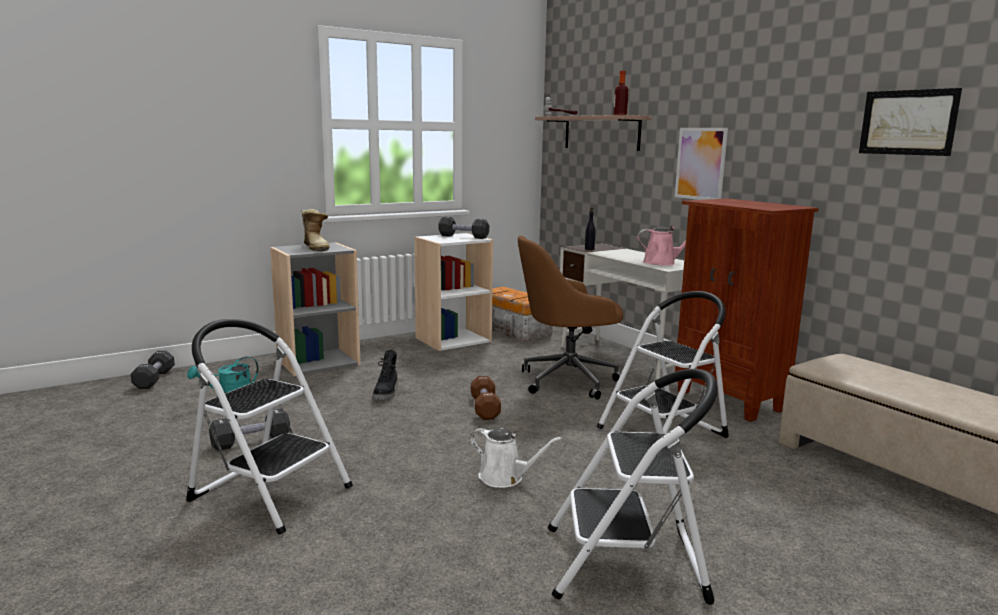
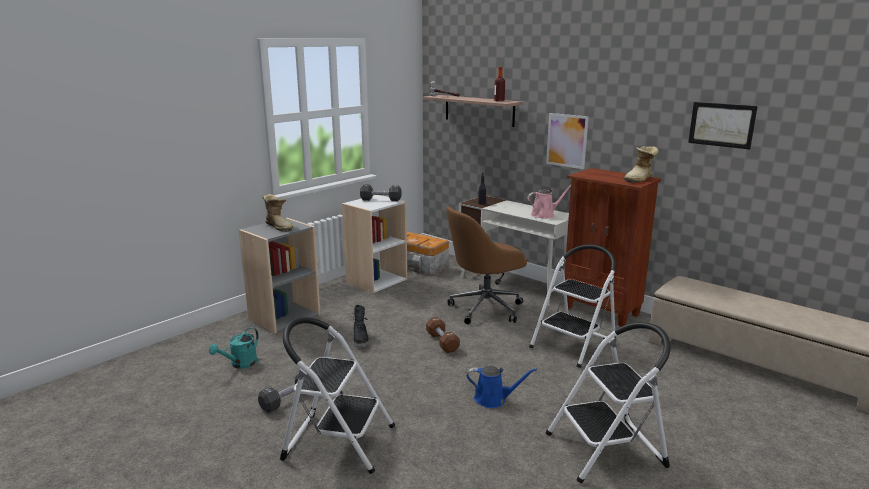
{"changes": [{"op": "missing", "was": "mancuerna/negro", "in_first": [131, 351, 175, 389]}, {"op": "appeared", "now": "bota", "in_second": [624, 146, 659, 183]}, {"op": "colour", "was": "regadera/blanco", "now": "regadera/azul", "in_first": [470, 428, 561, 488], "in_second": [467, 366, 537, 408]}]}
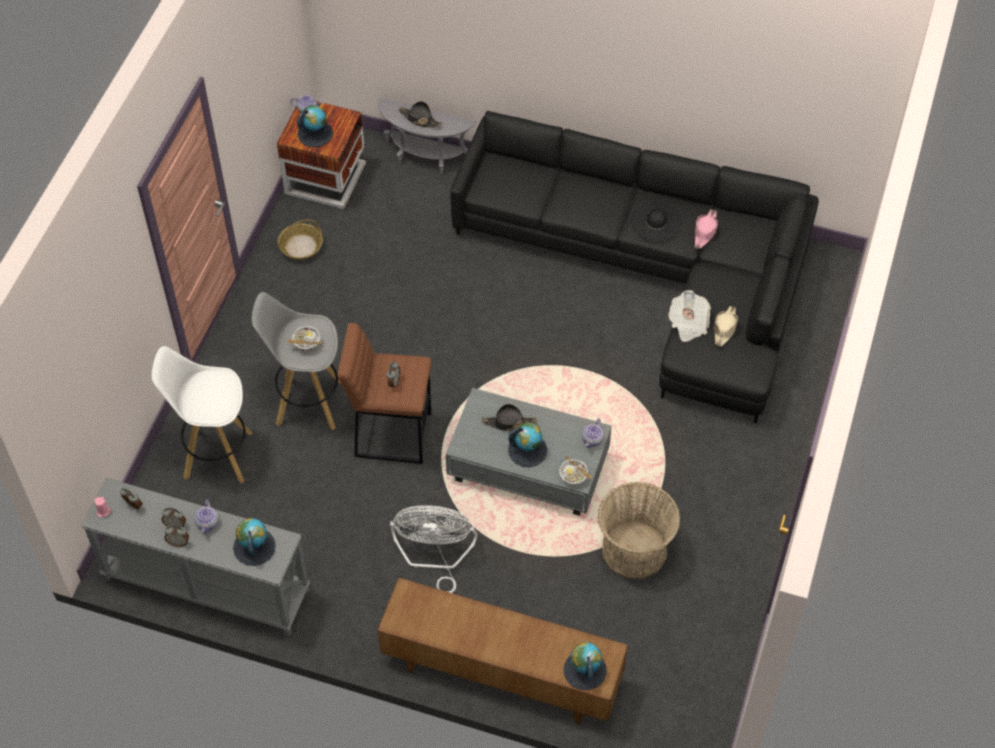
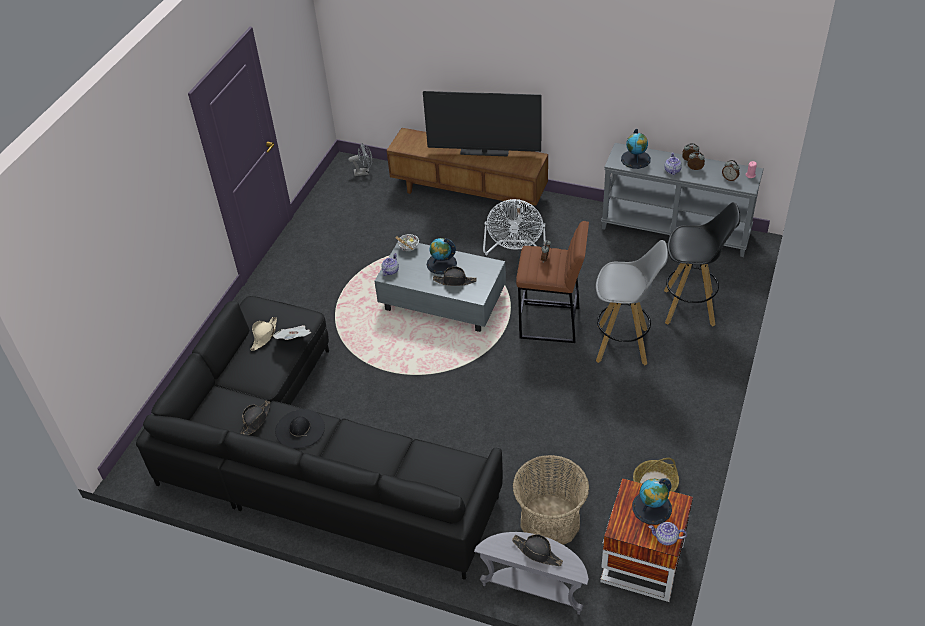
{"changes": [{"op": "missing", "was": "cuenco", "in_first": [287, 326, 322, 351]}, {"op": "missing", "was": "globo terráqueo", "in_first": [564, 642, 606, 690]}, {"op": "appeared", "now": "ventilador/gris", "in_second": [348, 143, 372, 176]}, {"op": "appeared", "now": "televisor", "in_second": [423, 91, 542, 156]}, {"op": "relocated", "was": "cesta", "in_first": [598, 482, 680, 579], "in_second": [513, 455, 589, 545]}, {"op": "colour", "was": "taburete/blanco", "now": "taburete/negro", "in_first": [152, 346, 253, 483], "in_second": [664, 202, 740, 326]}, {"op": "colour", "was": "sombrero/rosa", "now": "sombrero/negro", "in_first": [695, 210, 718, 249], "in_second": [240, 400, 271, 435]}]}
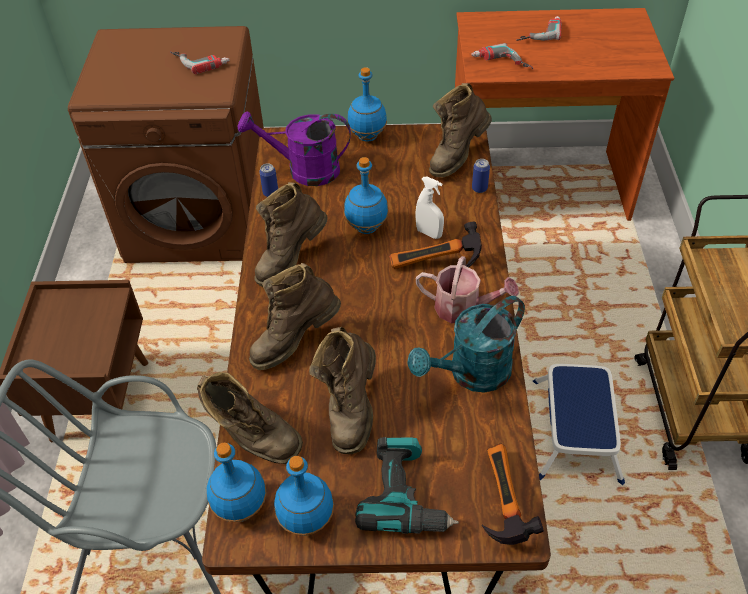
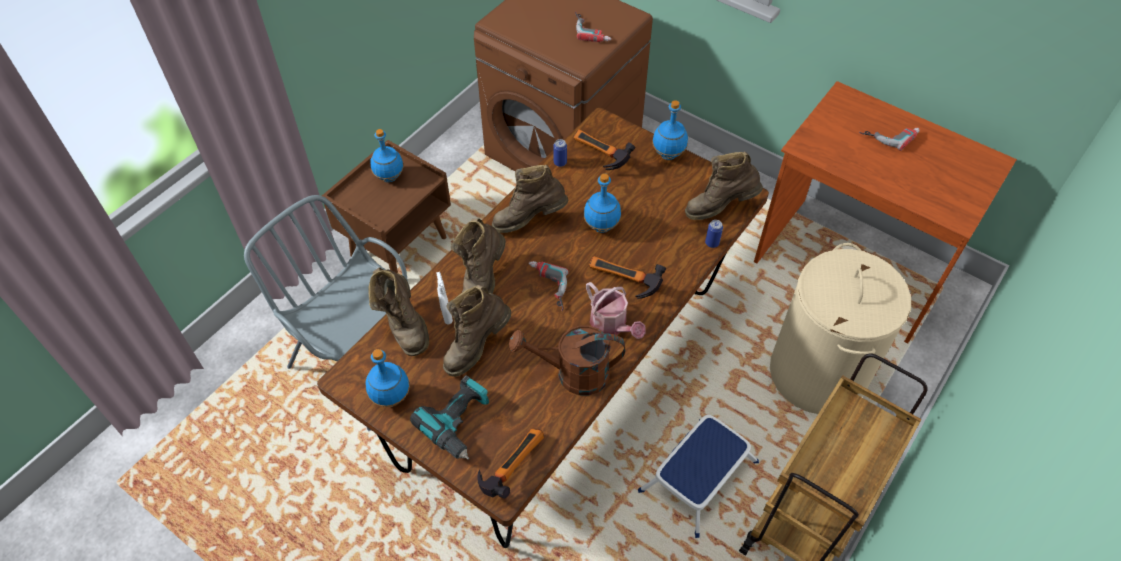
{"changes": [{"op": "appeared", "now": "cesto de la ropa/beis", "in_second": [770, 243, 911, 414]}, {"op": "relocated", "was": "botella/azul", "in_first": [207, 443, 267, 522], "in_second": [370, 129, 404, 182]}, {"op": "relocated", "was": "pulverizador/blanco", "in_first": [415, 176, 444, 239], "in_second": [436, 272, 453, 324]}, {"op": "relocated", "was": "taladro", "in_first": [471, 43, 533, 69], "in_second": [529, 261, 569, 311]}, {"op": "exchanged", "was": "regadera/morado", "now": "martillo", "in_first": [238, 111, 351, 186], "in_second": [573, 129, 636, 170]}, {"op": "colour", "was": "regadera/turquesa", "now": "regadera/marrón", "in_first": [407, 296, 525, 393], "in_second": [509, 326, 625, 396]}, {"op": "spun", "was": "bota/marrón", "in_first": [249, 263, 341, 370], "in_second": [451, 218, 505, 294], "clockwise": -75}]}
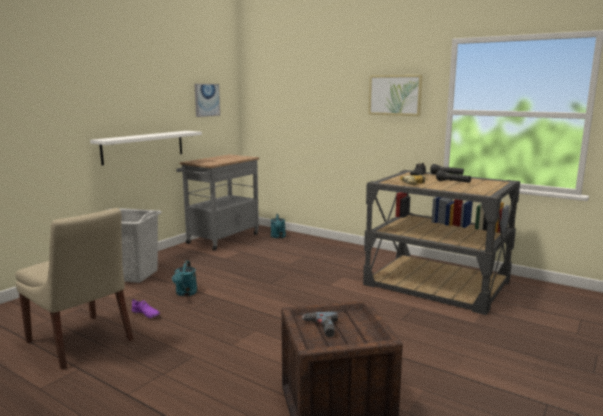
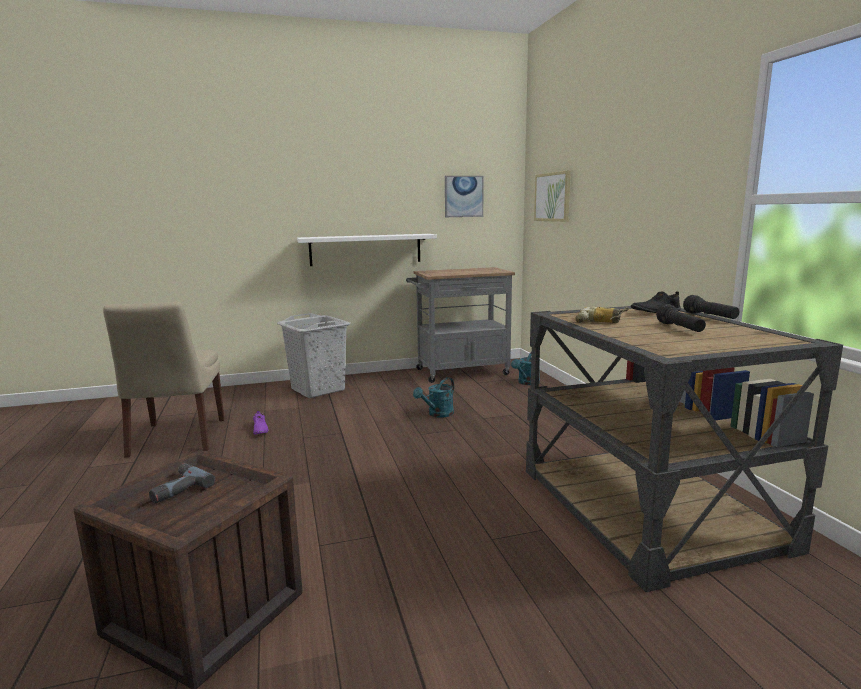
{"changes": [{"op": "relocated", "was": "regadera/turquesa", "in_first": [172, 261, 197, 296], "in_second": [413, 377, 454, 418]}, {"op": "relocated", "was": "cuadro", "in_first": [369, 75, 423, 116], "in_second": [534, 170, 571, 222]}]}
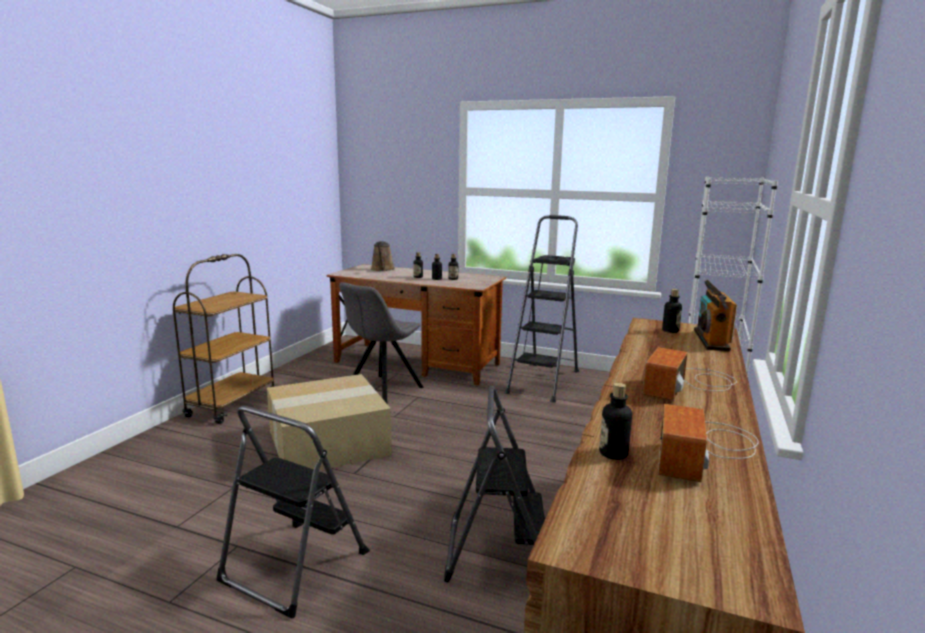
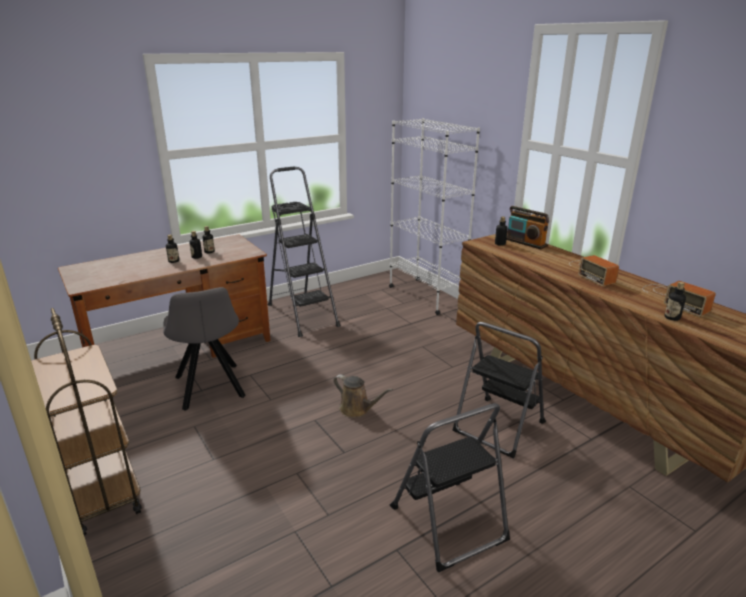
{"changes": [{"op": "missing", "was": "caja de cartón", "in_first": [267, 374, 392, 470]}, {"op": "relocated", "was": "regadera/marrón", "in_first": [371, 241, 395, 271], "in_second": [333, 374, 393, 418]}]}
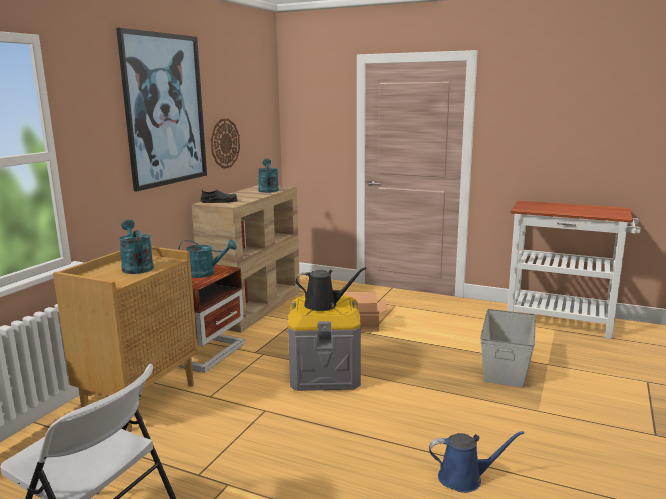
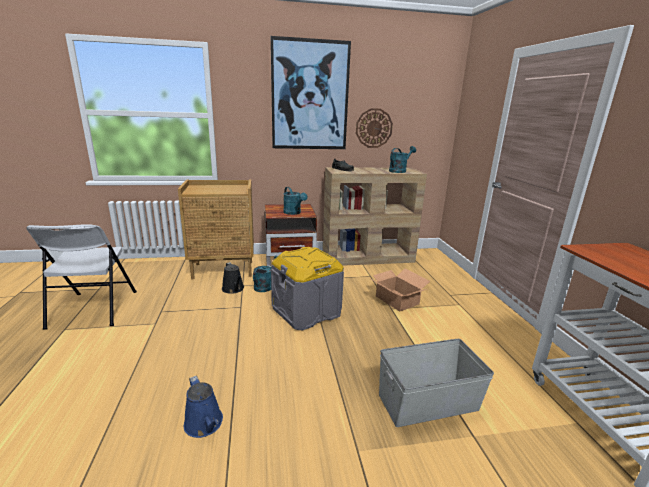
{"changes": [{"op": "relocated", "was": "regadera/turquesa", "in_first": [119, 220, 154, 274], "in_second": [253, 256, 278, 292]}, {"op": "relocated", "was": "regadera/negro", "in_first": [295, 267, 366, 311], "in_second": [222, 262, 244, 294]}]}
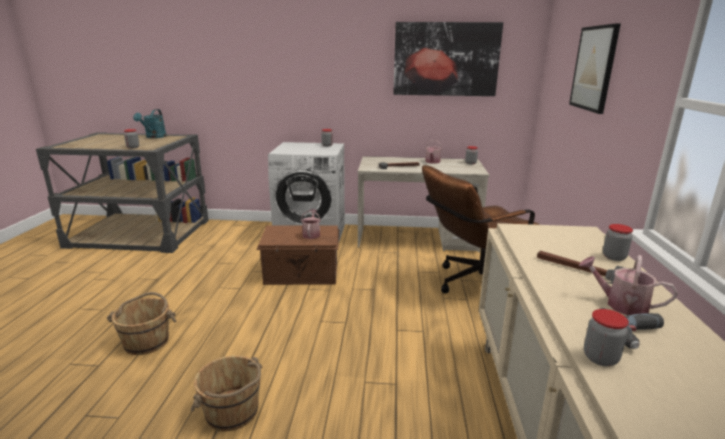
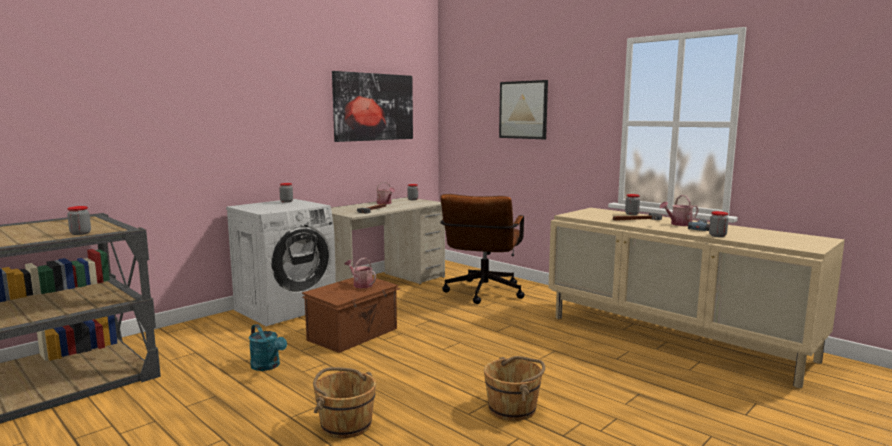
{"changes": [{"op": "relocated", "was": "regadera/turquesa", "in_first": [133, 109, 167, 138], "in_second": [249, 324, 287, 371]}]}
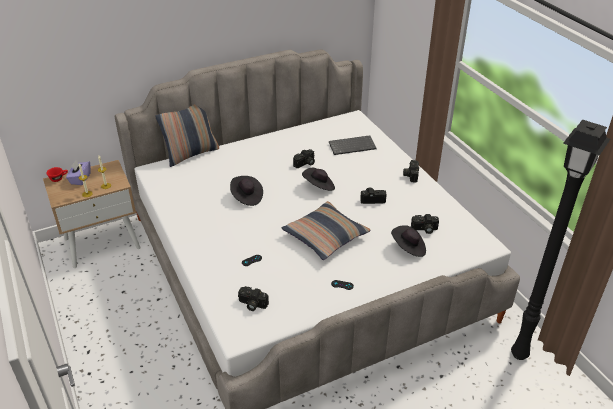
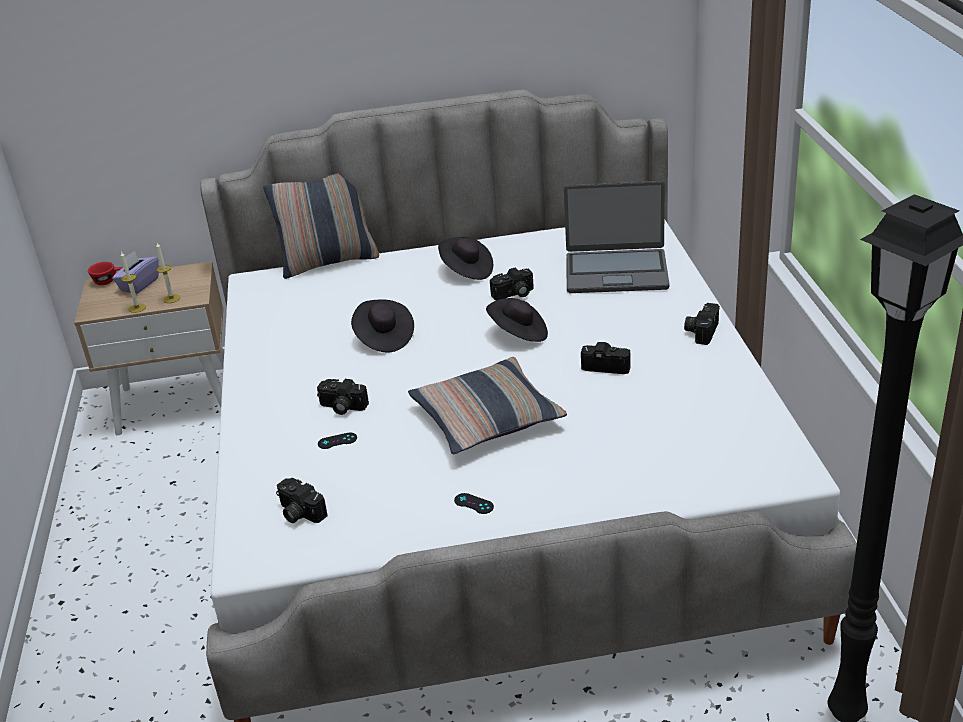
{"changes": [{"op": "relocated", "was": "sombrero/negro", "in_first": [391, 225, 426, 257], "in_second": [438, 237, 493, 280]}, {"op": "relocated", "was": "cámara", "in_first": [411, 214, 439, 234], "in_second": [317, 379, 369, 415]}, {"op": "exchanged", "was": "teclado", "now": "portátil", "in_first": [329, 135, 377, 155], "in_second": [564, 181, 670, 293]}]}
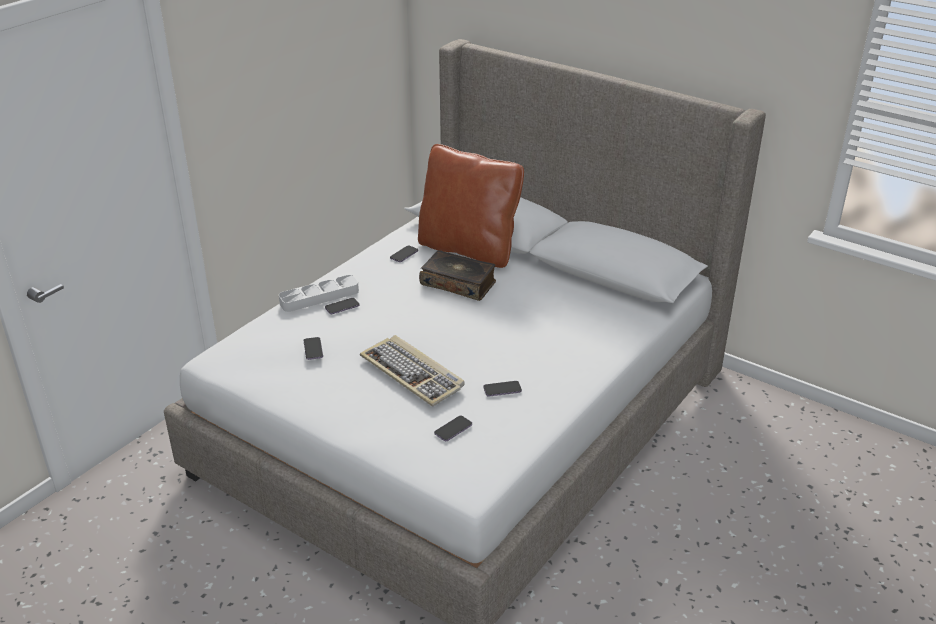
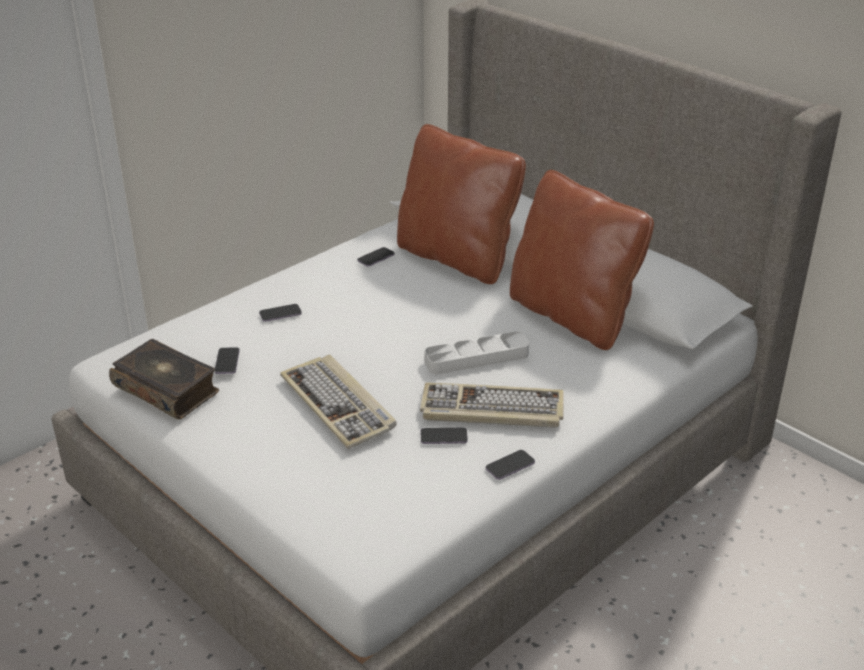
{"changes": [{"op": "appeared", "now": "teclado", "in_second": [420, 382, 563, 428]}, {"op": "appeared", "now": "cojín/marrón", "in_second": [510, 170, 654, 350]}, {"op": "relocated", "was": "bandeja/gris", "in_first": [279, 275, 359, 312], "in_second": [425, 331, 529, 374]}, {"op": "relocated", "was": "libro", "in_first": [419, 250, 496, 301], "in_second": [109, 339, 219, 420]}, {"op": "relocated", "was": "móvil", "in_first": [434, 416, 472, 441], "in_second": [486, 450, 535, 480]}]}
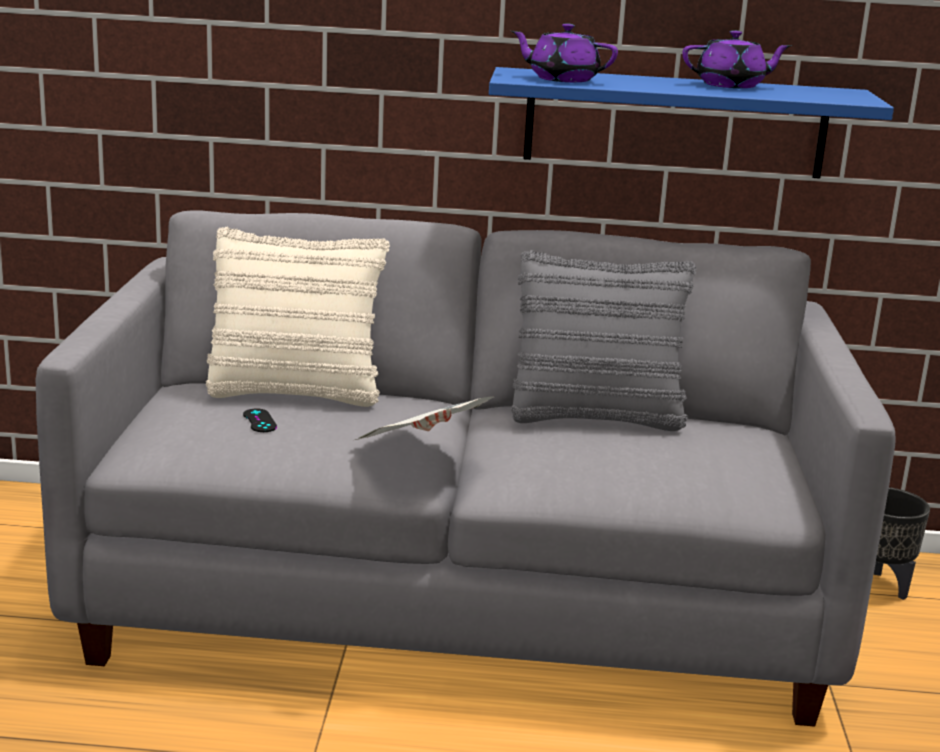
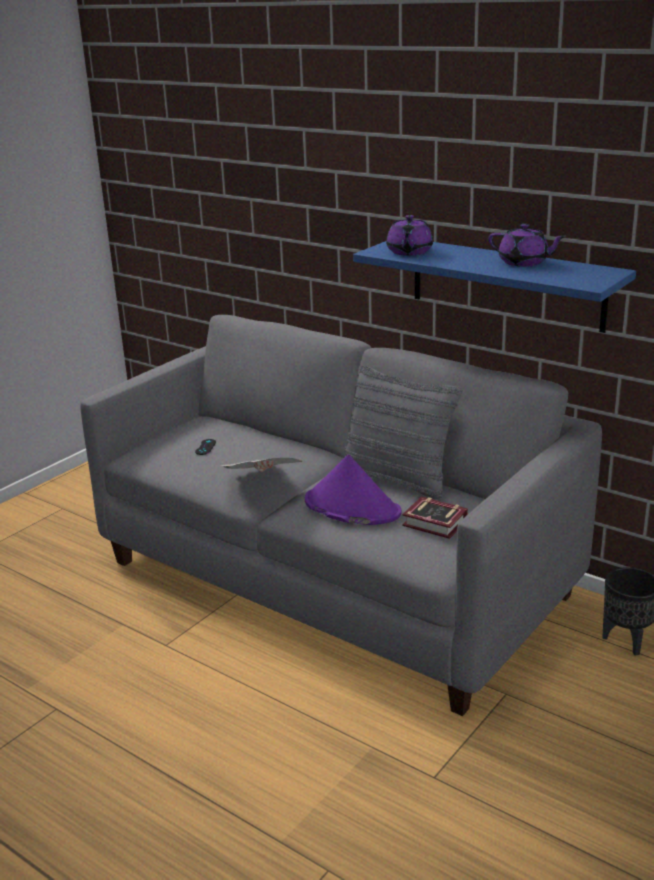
{"changes": [{"op": "missing", "was": "cojín/beis", "in_first": [206, 226, 390, 407]}, {"op": "appeared", "now": "sombrero/morado", "in_second": [305, 454, 402, 525]}, {"op": "appeared", "now": "libro", "in_second": [403, 497, 468, 539]}, {"op": "spun", "was": "tetera/morado", "in_first": [511, 24, 618, 82], "in_second": [386, 215, 433, 256], "clockwise": -135}]}
